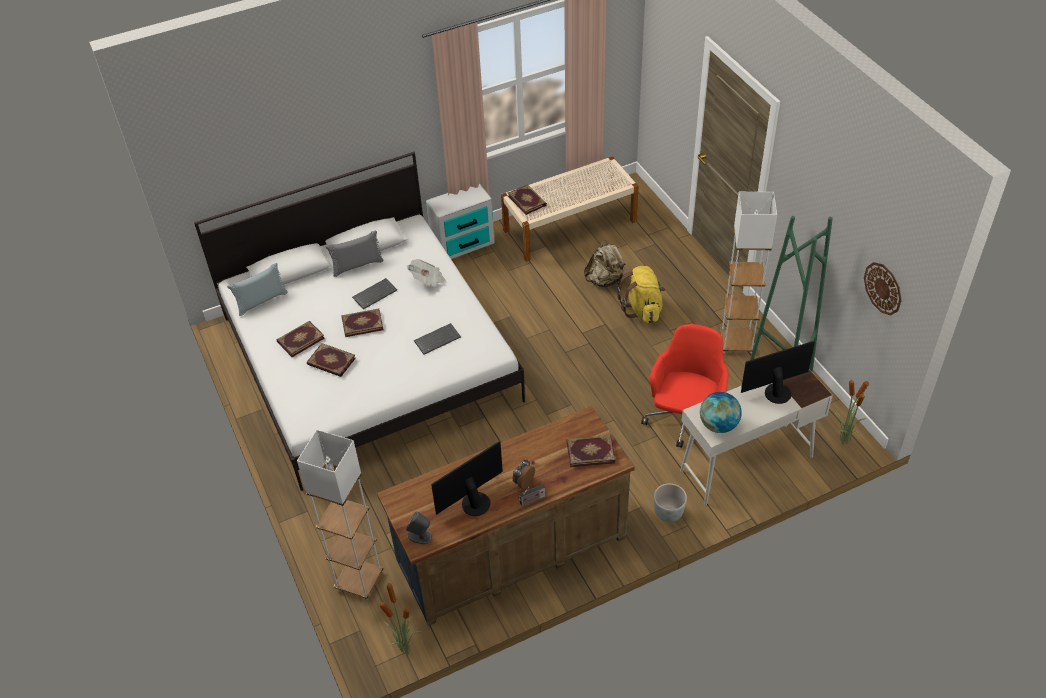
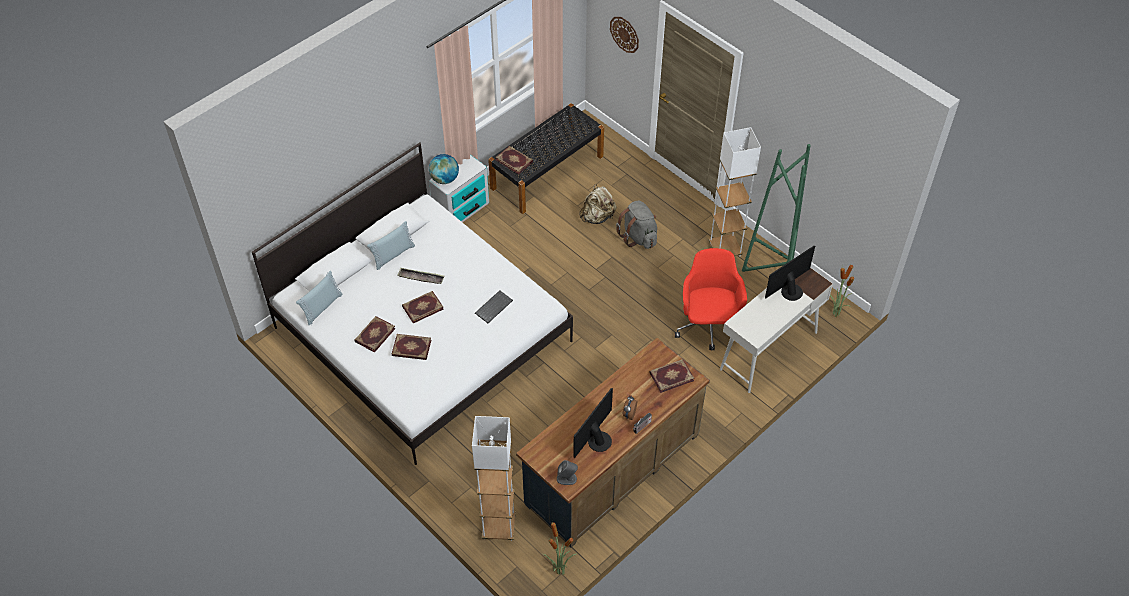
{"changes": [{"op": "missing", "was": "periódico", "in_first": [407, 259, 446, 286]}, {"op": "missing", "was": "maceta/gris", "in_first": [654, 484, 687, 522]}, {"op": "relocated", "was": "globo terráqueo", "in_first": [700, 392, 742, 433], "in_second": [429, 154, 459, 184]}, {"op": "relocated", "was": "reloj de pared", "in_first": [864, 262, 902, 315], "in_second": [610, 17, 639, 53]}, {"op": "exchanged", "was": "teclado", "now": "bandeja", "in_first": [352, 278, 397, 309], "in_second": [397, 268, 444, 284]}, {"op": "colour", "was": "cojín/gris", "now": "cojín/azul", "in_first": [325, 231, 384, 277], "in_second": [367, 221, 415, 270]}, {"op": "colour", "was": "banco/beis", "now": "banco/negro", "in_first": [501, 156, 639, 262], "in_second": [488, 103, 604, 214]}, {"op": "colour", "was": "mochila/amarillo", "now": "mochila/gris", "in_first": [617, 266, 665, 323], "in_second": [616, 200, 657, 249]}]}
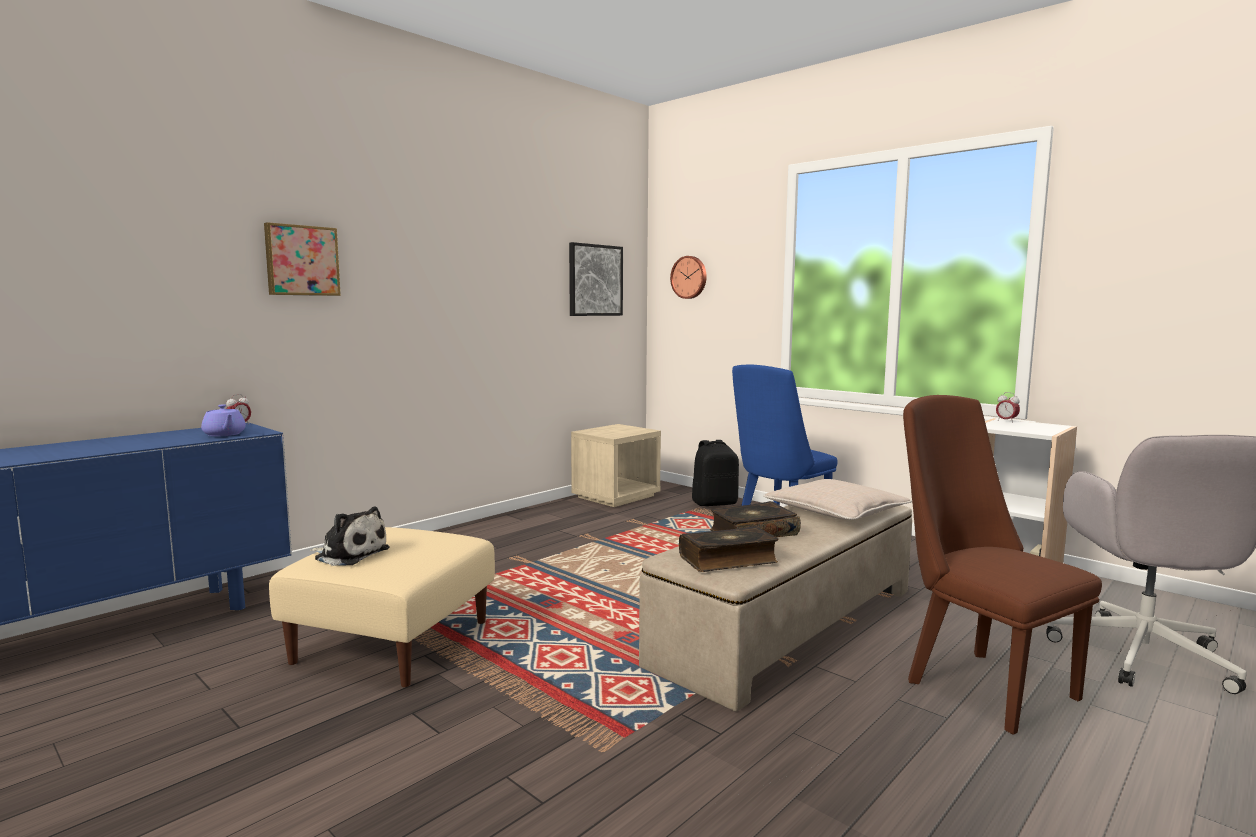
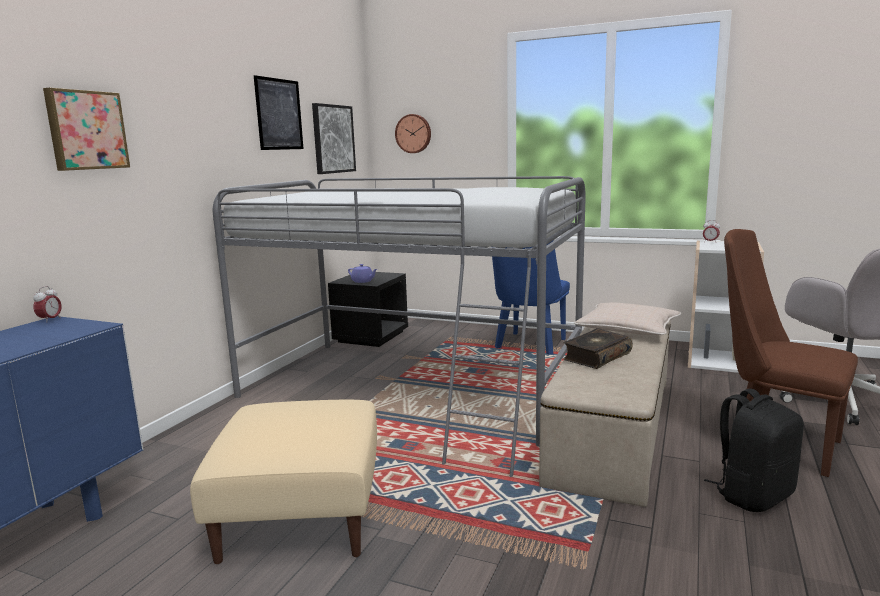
{"changes": [{"op": "missing", "was": "peluche", "in_first": [310, 506, 390, 566]}, {"op": "missing", "was": "libro", "in_first": [679, 526, 779, 572]}, {"op": "appeared", "now": "cama/gris", "in_second": [213, 176, 586, 477]}, {"op": "appeared", "now": "cuadro", "in_second": [254, 75, 304, 150]}, {"op": "relocated", "was": "tetera/morado", "in_first": [201, 404, 246, 436], "in_second": [348, 264, 377, 283]}, {"op": "relocated", "was": "mochila/negro", "in_first": [692, 440, 739, 506], "in_second": [704, 388, 804, 512]}, {"op": "colour", "was": "mesita de noche/beis", "now": "mesita de noche/negro", "in_first": [571, 424, 661, 507], "in_second": [328, 272, 408, 347]}]}
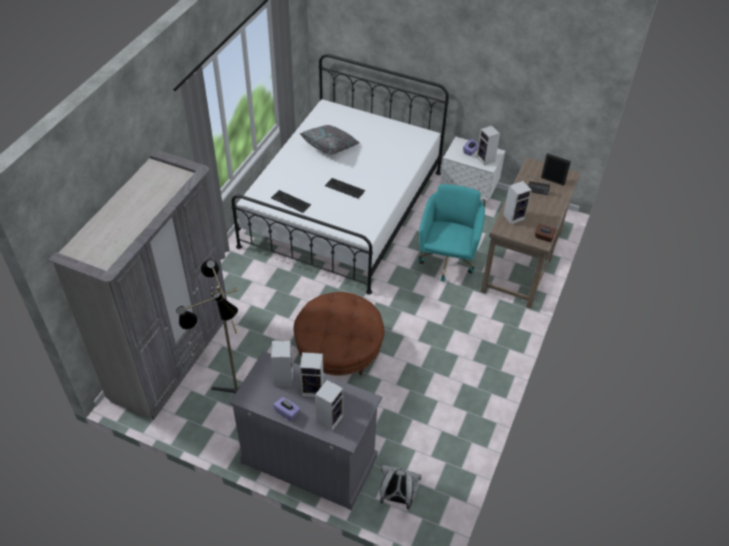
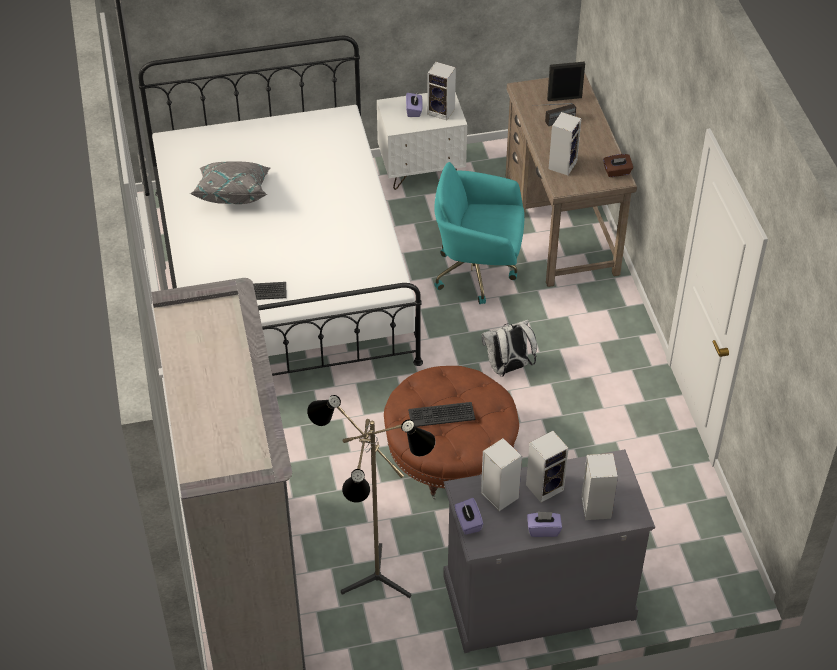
{"changes": [{"op": "appeared", "now": "caja de pañuelos/morado", "in_second": [454, 498, 483, 535]}, {"op": "relocated", "was": "teclado", "in_first": [325, 178, 365, 199], "in_second": [408, 402, 476, 427]}, {"op": "relocated", "was": "mochila/blanco", "in_first": [380, 465, 422, 509], "in_second": [482, 320, 537, 377]}, {"op": "spun", "was": "silla de oficina/turquesa", "in_first": [419, 184, 485, 282], "in_second": [434, 162, 525, 304], "clockwise": -60}]}
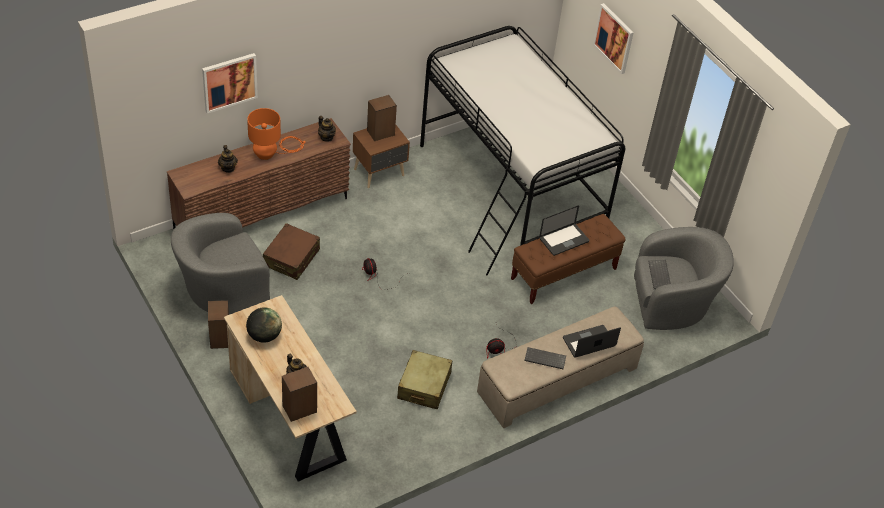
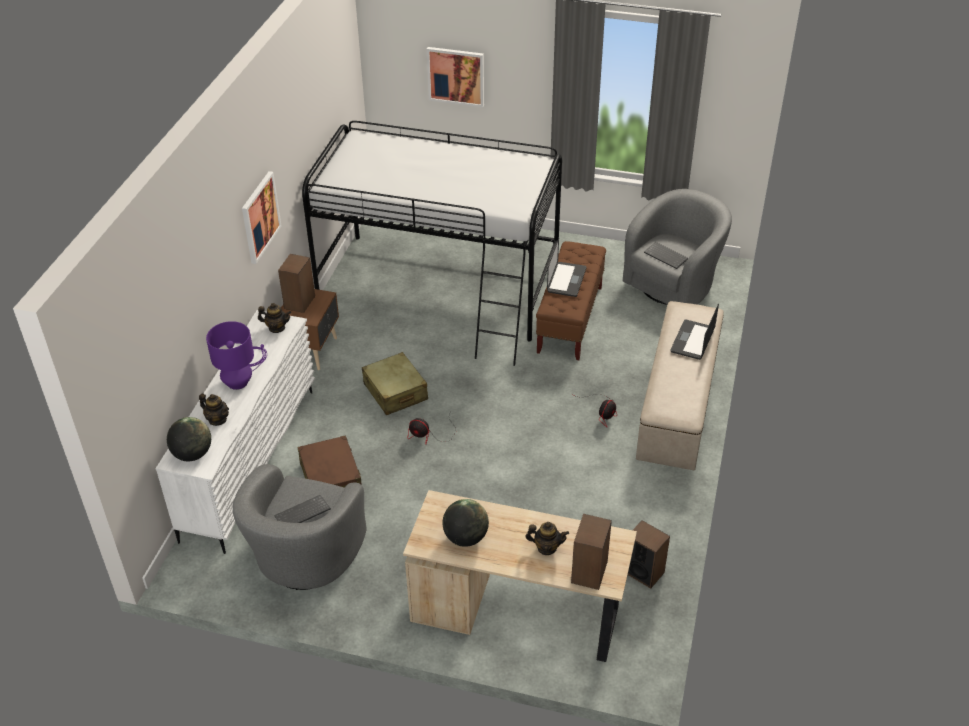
{"changes": [{"op": "appeared", "now": "globo terráqueo", "in_second": [167, 417, 211, 461]}, {"op": "relocated", "was": "cuadro", "in_first": [202, 53, 258, 114], "in_second": [242, 171, 282, 264]}, {"op": "relocated", "was": "altavoz", "in_first": [208, 300, 229, 349], "in_second": [628, 520, 670, 589]}, {"op": "relocated", "was": "maleta/beis", "in_first": [397, 350, 452, 409], "in_second": [362, 352, 428, 415]}, {"op": "relocated", "was": "teclado", "in_first": [524, 347, 566, 369], "in_second": [274, 495, 331, 523]}, {"op": "colour", "was": "cómoda/marrón", "now": "cómoda/blanco", "in_first": [167, 118, 351, 230], "in_second": [155, 310, 315, 554]}, {"op": "colour", "was": "lámpara de mesa/naranja", "now": "lámpara de mesa/morado", "in_first": [247, 108, 306, 160], "in_second": [206, 321, 267, 390]}]}
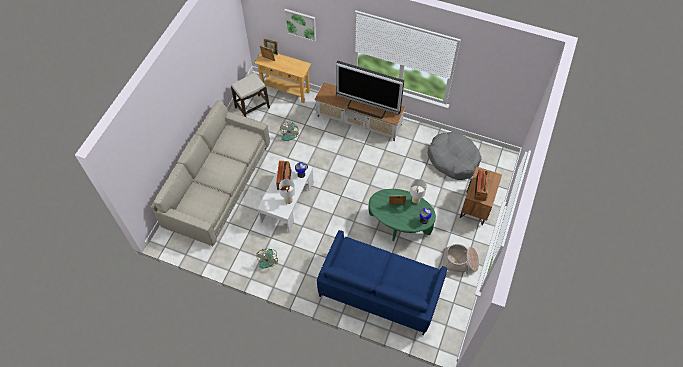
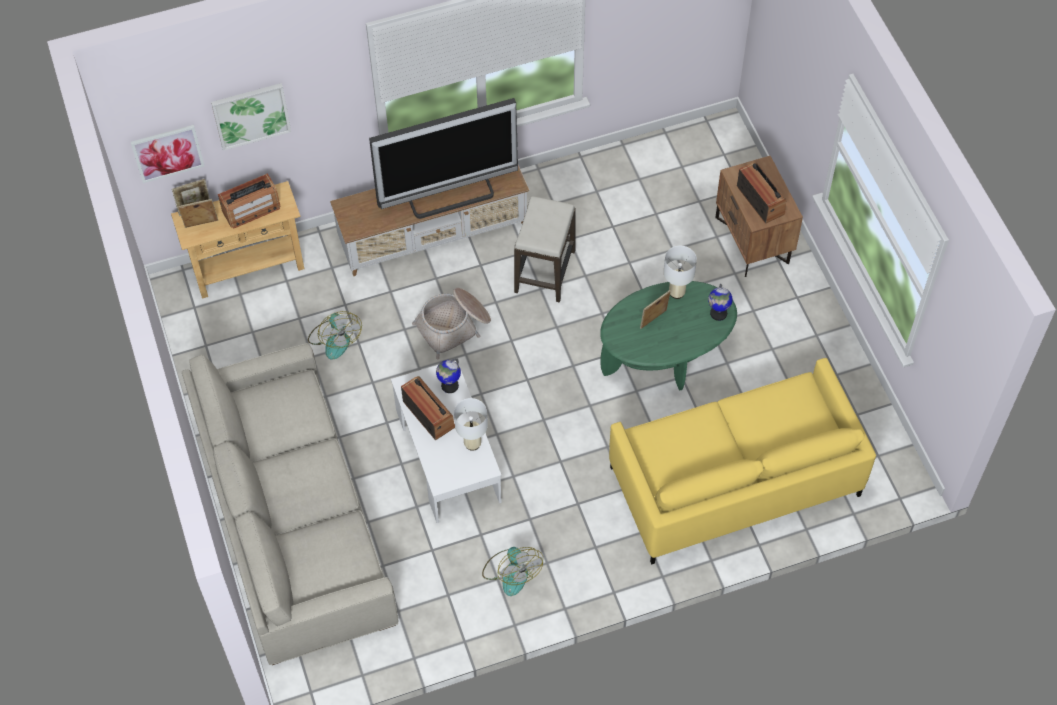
{"changes": [{"op": "missing", "was": "cama para perro/gris", "in_first": [428, 132, 481, 180]}, {"op": "appeared", "now": "cuadro", "in_second": [131, 125, 204, 183]}, {"op": "appeared", "now": "radio", "in_second": [218, 173, 281, 229]}, {"op": "relocated", "was": "taburete", "in_first": [231, 72, 270, 117], "in_second": [514, 196, 576, 303]}, {"op": "relocated", "was": "cesta", "in_first": [443, 244, 479, 274], "in_second": [412, 288, 491, 359]}, {"op": "colour", "was": "sofá/azul", "now": "sofá/amarillo", "in_first": [317, 230, 447, 335], "in_second": [609, 358, 876, 564]}]}
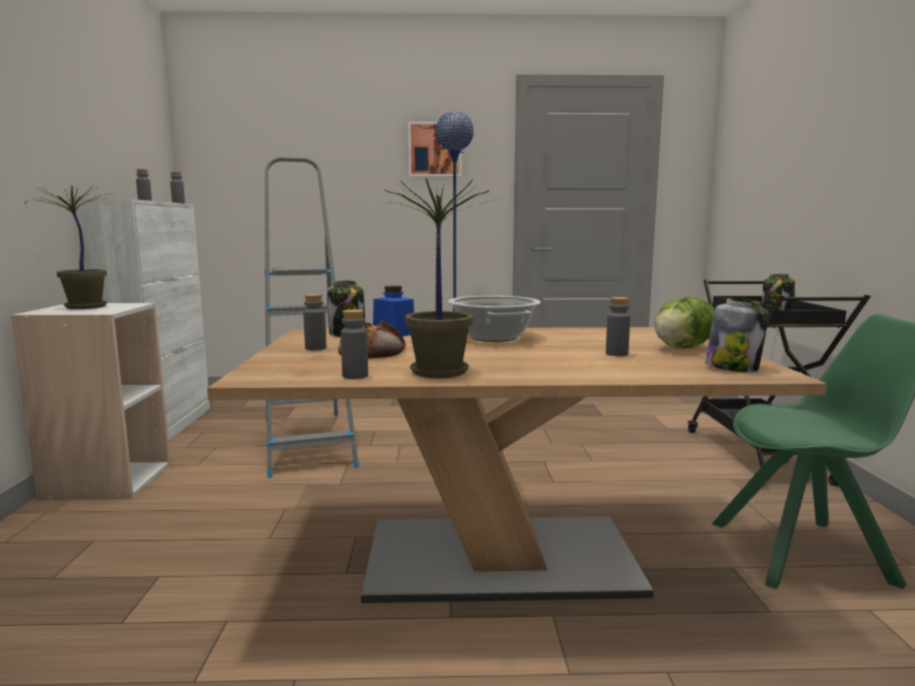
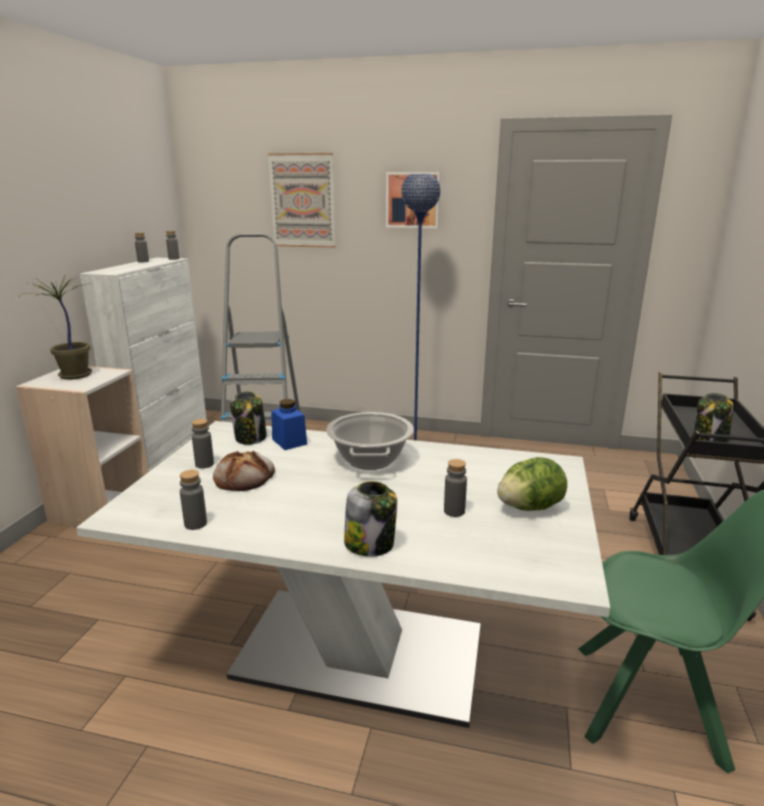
{"changes": [{"op": "missing", "was": "planta en maceta", "in_first": [384, 178, 500, 378]}, {"op": "appeared", "now": "cuadro", "in_second": [268, 153, 336, 248]}, {"op": "relocated", "was": "tarro", "in_first": [705, 298, 769, 372], "in_second": [344, 481, 397, 557]}, {"op": "colour", "was": "mesa de comedor/marrón", "now": "mesa de comedor/blanco", "in_first": [207, 327, 827, 603], "in_second": [76, 421, 610, 728]}]}
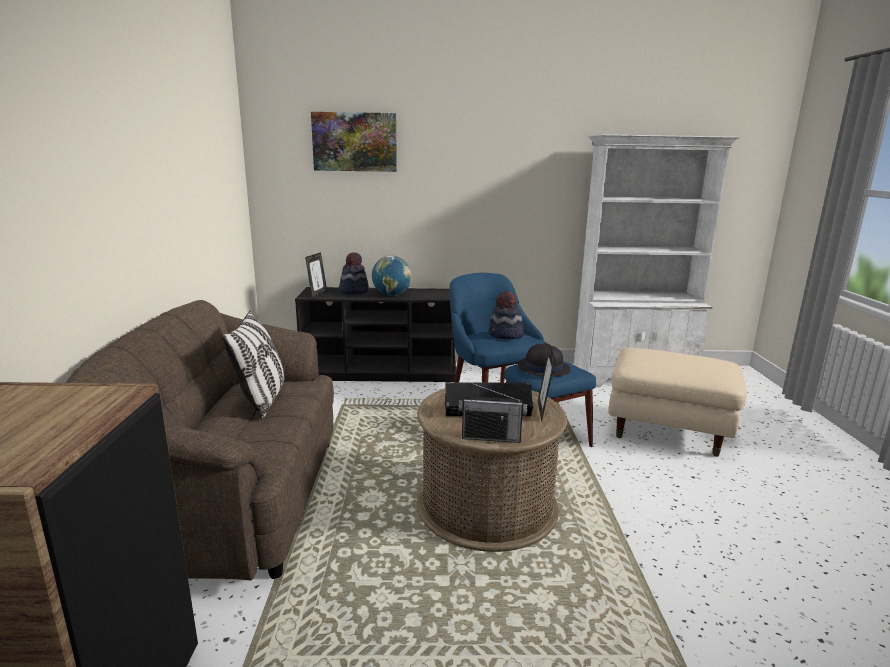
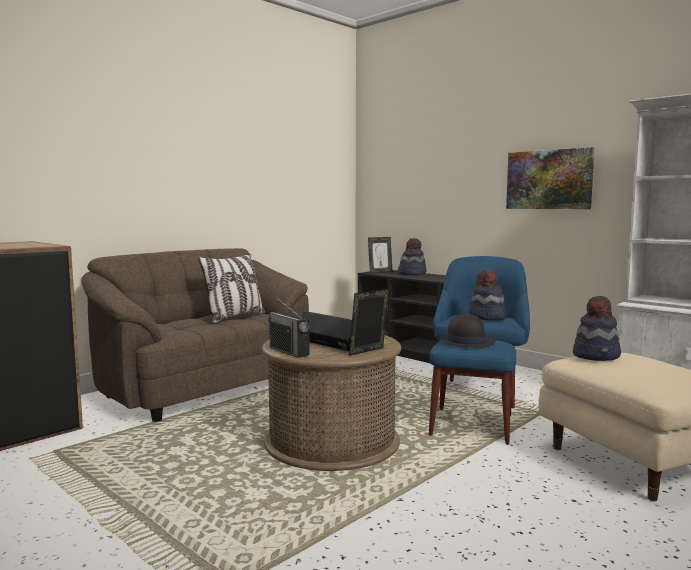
{"changes": [{"op": "missing", "was": "globo terráqueo", "in_first": [372, 256, 412, 296]}, {"op": "appeared", "now": "sombrero", "in_second": [573, 296, 621, 361]}, {"op": "relocated", "was": "cuadro", "in_first": [311, 112, 397, 172], "in_second": [506, 147, 595, 209]}]}
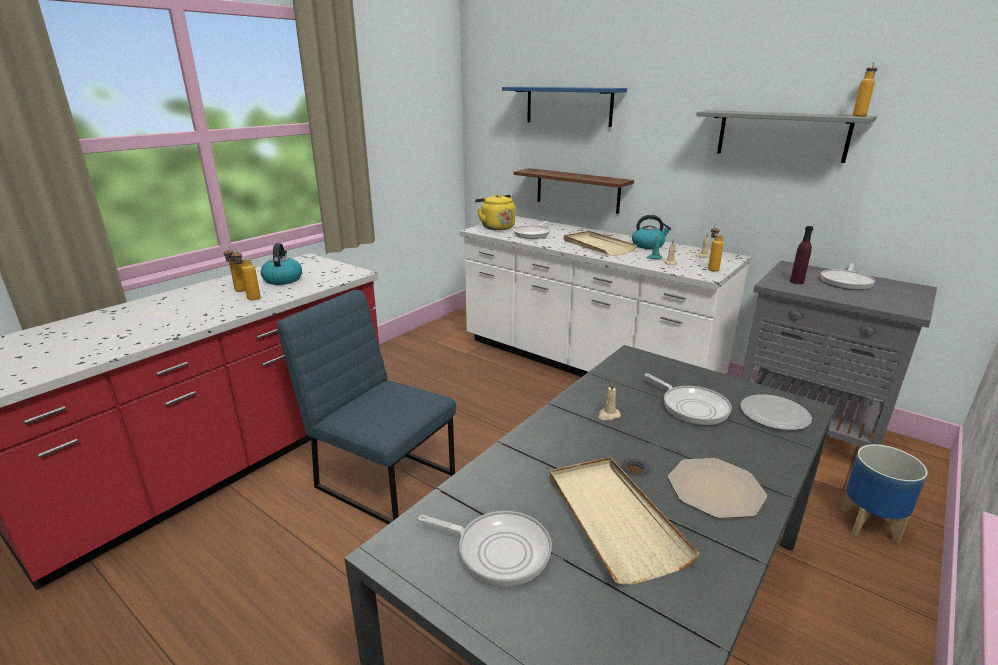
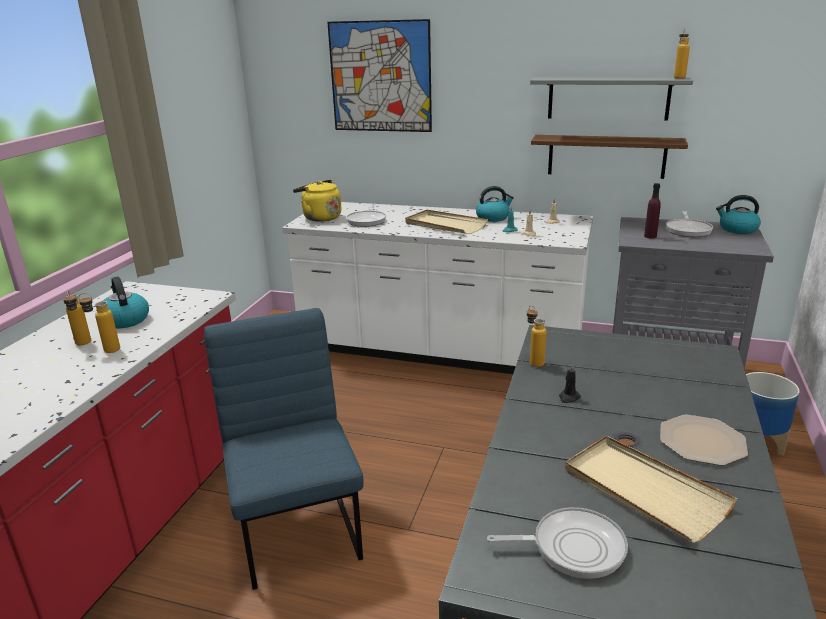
{"changes": [{"op": "missing", "was": "sartén", "in_first": [644, 373, 732, 425]}, {"op": "missing", "was": "plato", "in_first": [740, 394, 812, 430]}, {"op": "appeared", "now": "hervidor", "in_second": [716, 195, 761, 234]}, {"op": "relocated", "was": "estante/marrón", "in_first": [513, 168, 634, 214], "in_second": [531, 135, 688, 179]}, {"op": "relocated", "was": "botella", "in_first": [708, 224, 724, 271], "in_second": [527, 305, 546, 367]}, {"op": "exchanged", "was": "estante/azul", "now": "cuadro", "in_first": [502, 87, 627, 127], "in_second": [327, 19, 432, 132]}, {"op": "colour", "was": "vela/beis", "now": "vela/negro", "in_first": [598, 381, 621, 420], "in_second": [559, 364, 581, 403]}, {"op": "spun", "was": "silla/azul", "in_first": [277, 290, 456, 524], "in_second": [204, 308, 364, 590], "clockwise": 60}]}
